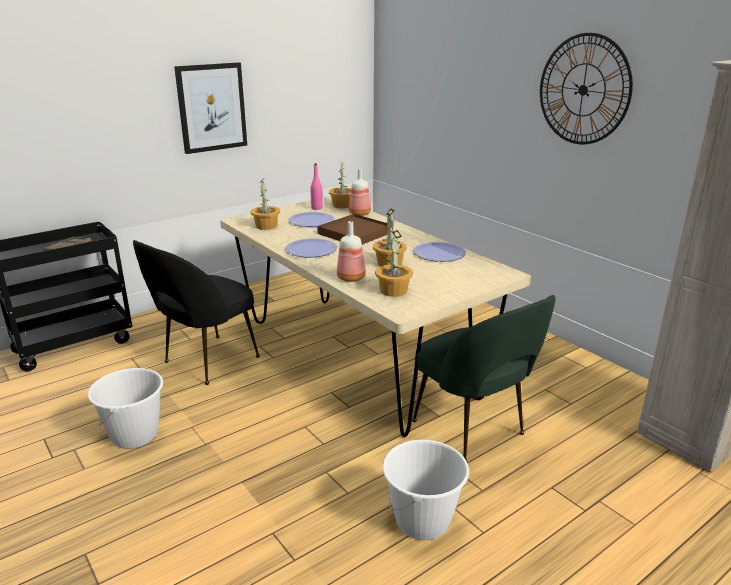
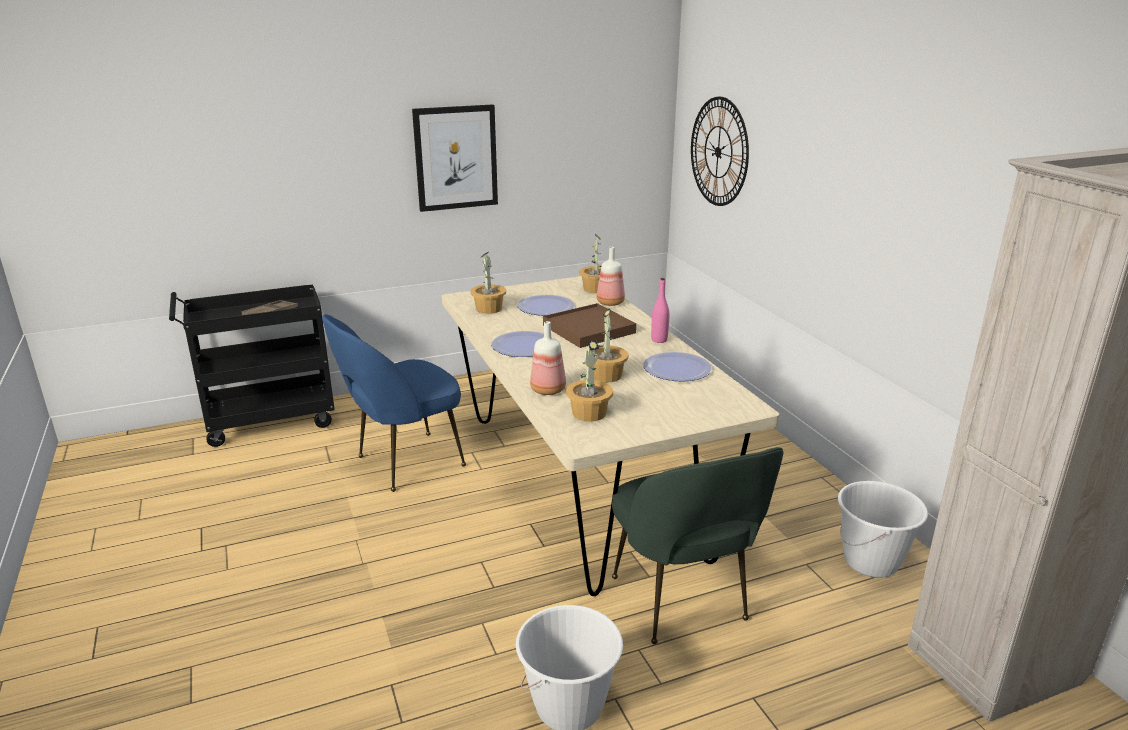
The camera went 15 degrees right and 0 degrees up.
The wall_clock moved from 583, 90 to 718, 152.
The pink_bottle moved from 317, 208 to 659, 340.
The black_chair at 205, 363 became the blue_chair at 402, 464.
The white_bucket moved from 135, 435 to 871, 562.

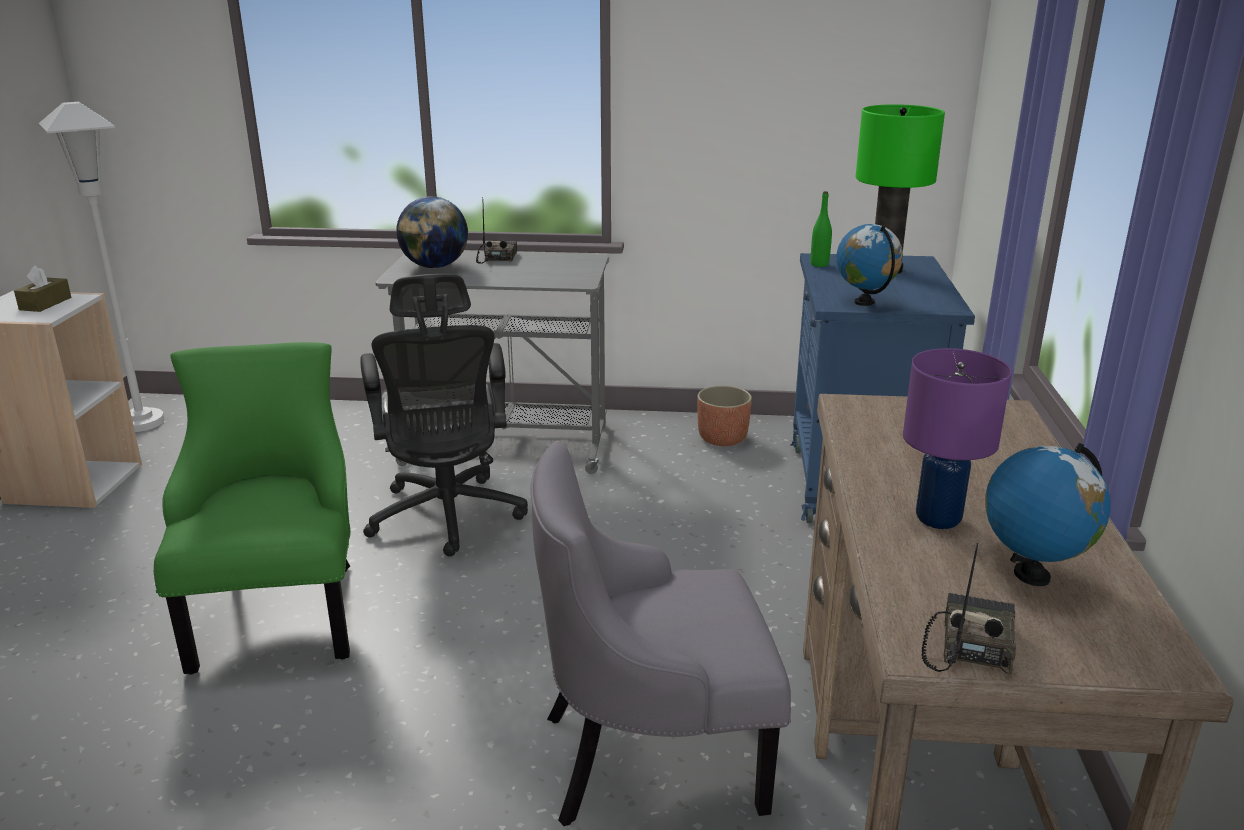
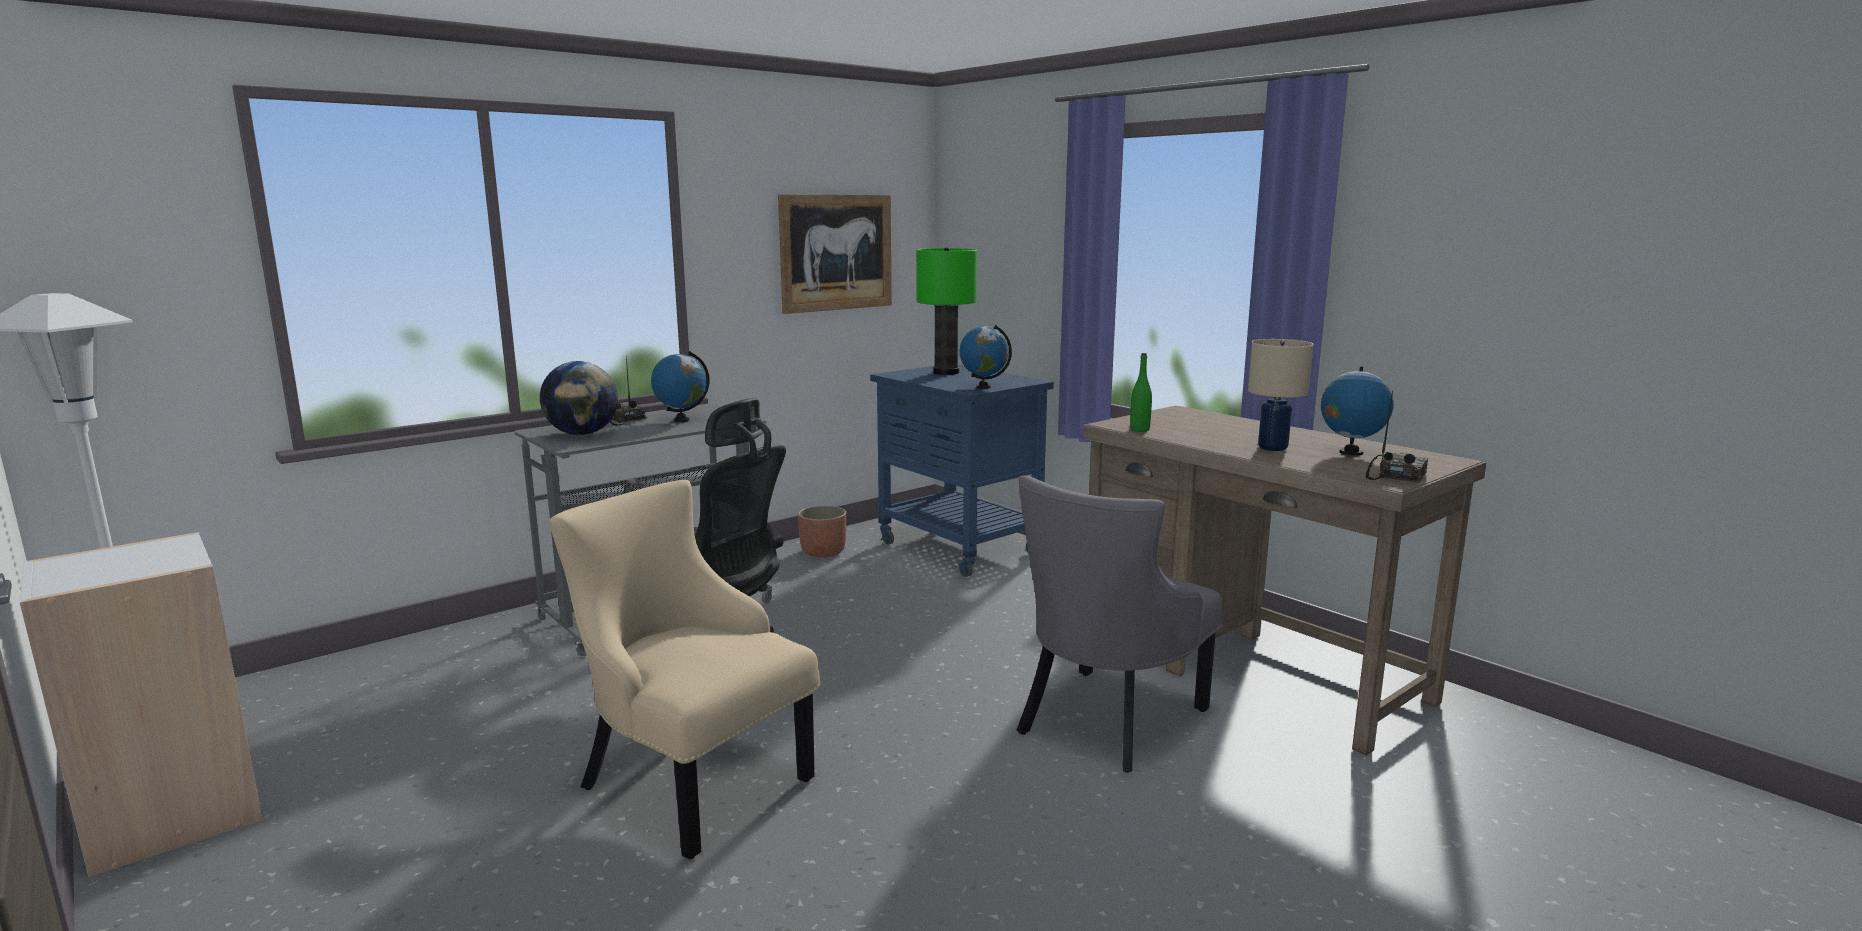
The camera went 45 degrees left and 10 degrees down.
The green_bottle moved from 819, 264 to 1139, 430.
The brown_tissue_box at 45, 303 disappeared.
The green_chair at 280, 619 became the beige_chair at 696, 788.
The purple_table_lamp at 939, 519 became the beige_table_lamp at 1272, 448.
The radio at 968, 645 turned 60 degrees clockwise.
The picture at 836, 252 appeared.
The globe at 681, 420 appeared.

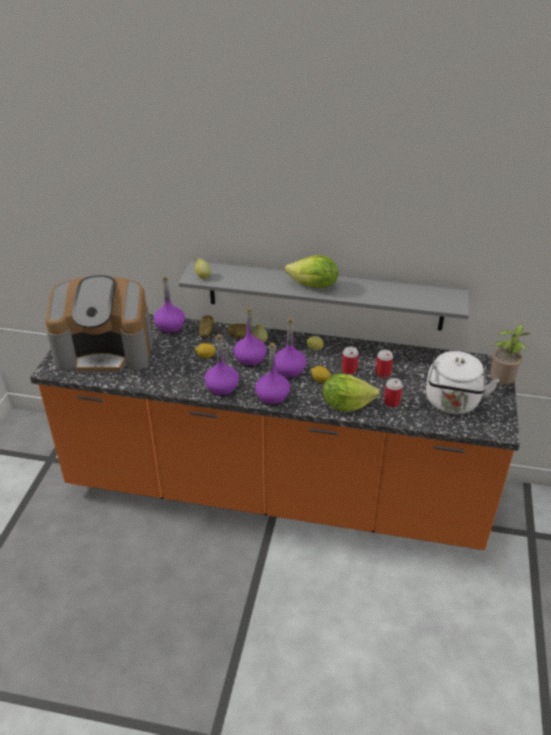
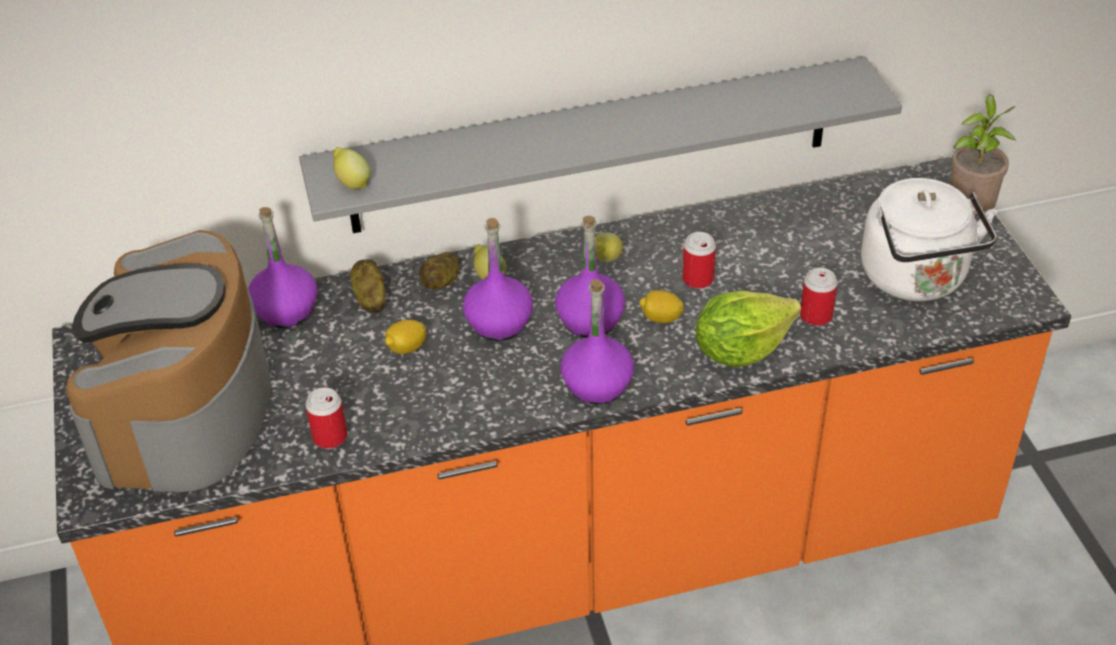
The camera went 25 degrees left and 5 degrees up.
The lettuce at 313, 286 disappeared.
The coffee_machine at 106, 350 turned 120 degrees clockwise.
The purple_bottle at 222, 388 disappeared.
The can moved from 383, 373 to 330, 437.

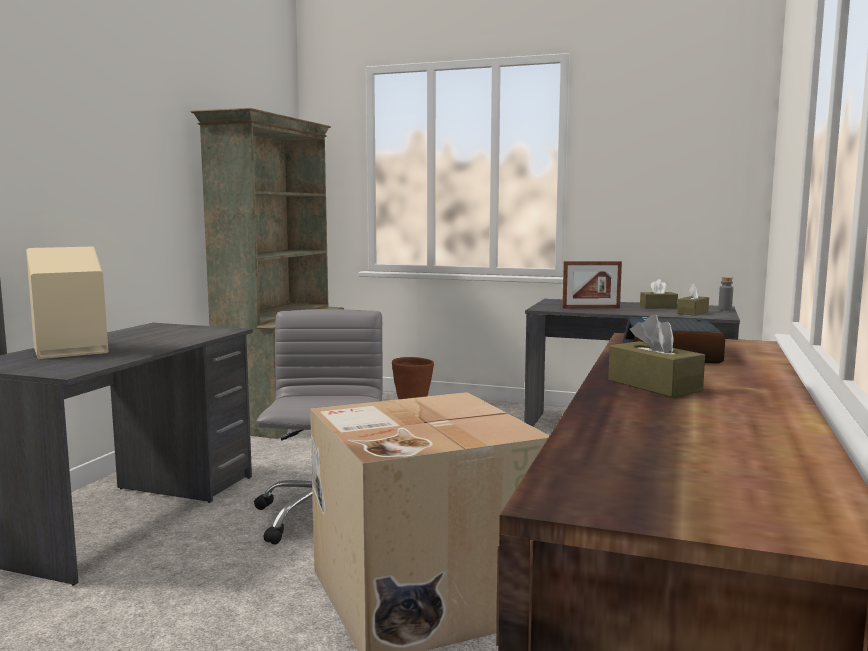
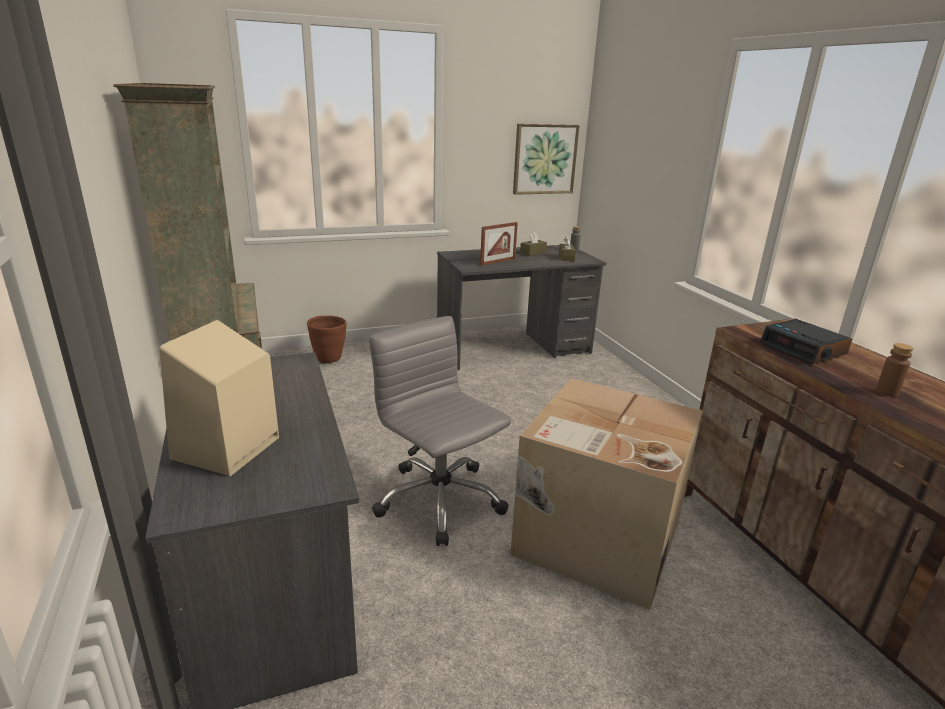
The camera went 40 degrees left and 15 degrees up.
The brown_tissue_box at 654, 385 was replaced by the brown_bottle at 886, 392.
The picture at 544, 159 appeared.

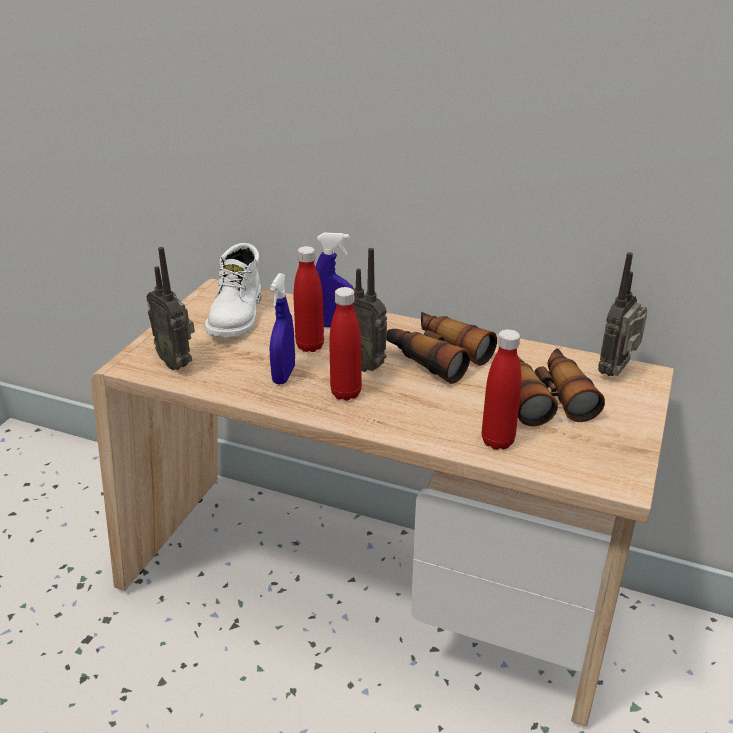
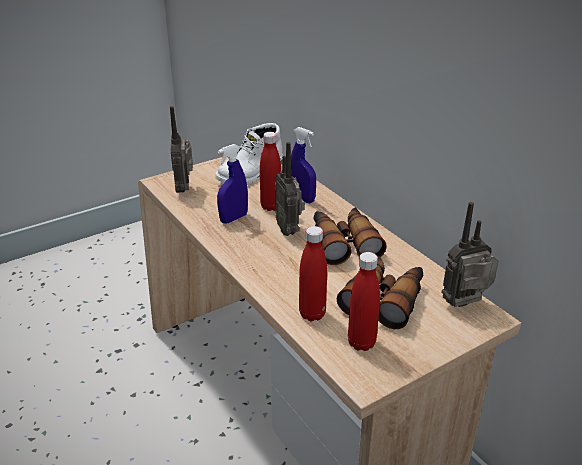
The camera went 35 degrees right and 0 degrees up.
The red_bottle moved from 346, 393 to 361, 343.

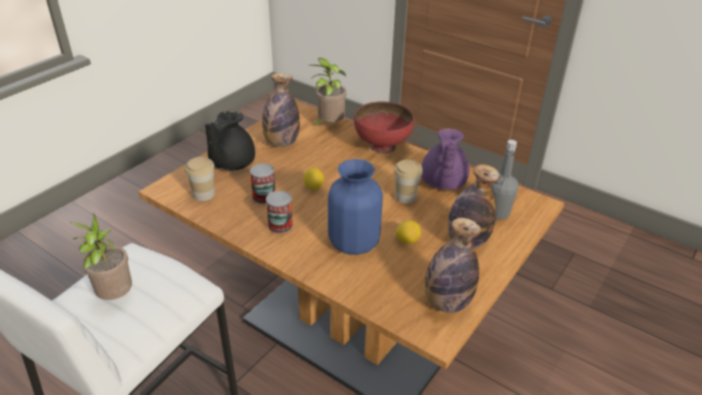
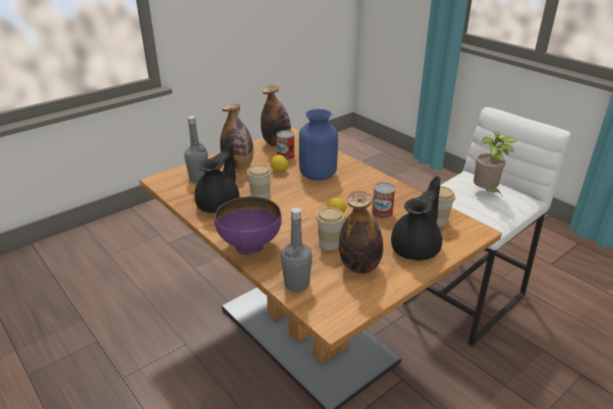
The camera went 165 degrees left and 5 degrees down.
The potted_plant at 329, 125 was replaced by the grey_bottle at 296, 284.
The red_bowl at 382, 146 became the purple_bowl at 250, 246.
The purple_teapot at 442, 183 became the black_teapot at 220, 204.
The can moved from 280, 225 to 285, 156.
The cup at 329, 244 appeared.

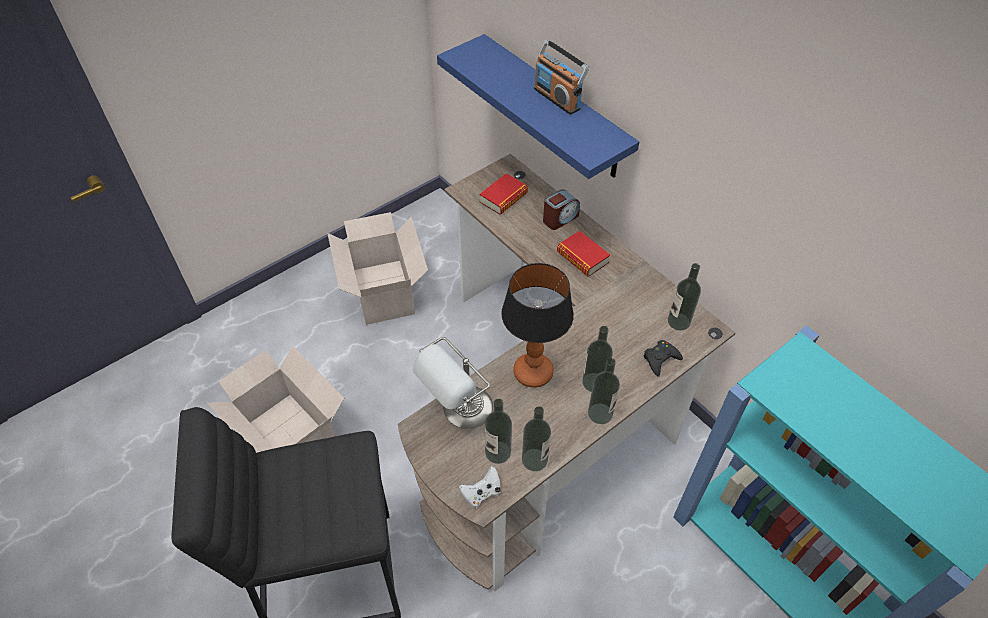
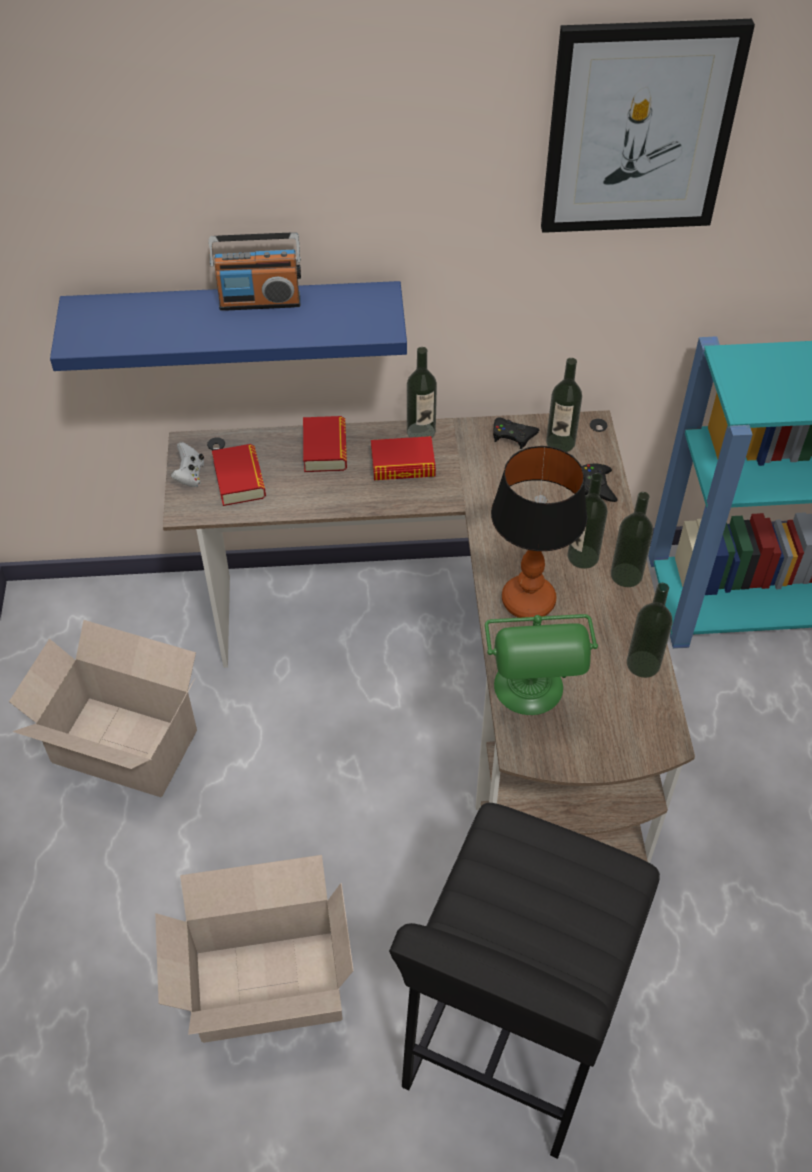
The camera went 55 degrees left and 0 degrees up.
The alarm_clock at 560, 218 was replaced by the book at 325, 449.
The white_table_lamp at 460, 413 became the green_table_lamp at 532, 698.
The bottle moved from 498, 452 to 421, 431.
The white_game_controller moved from 481, 493 to 190, 475.
The picture at 639, 129 appeared.
The black_game_controller at 513, 435 appeared.

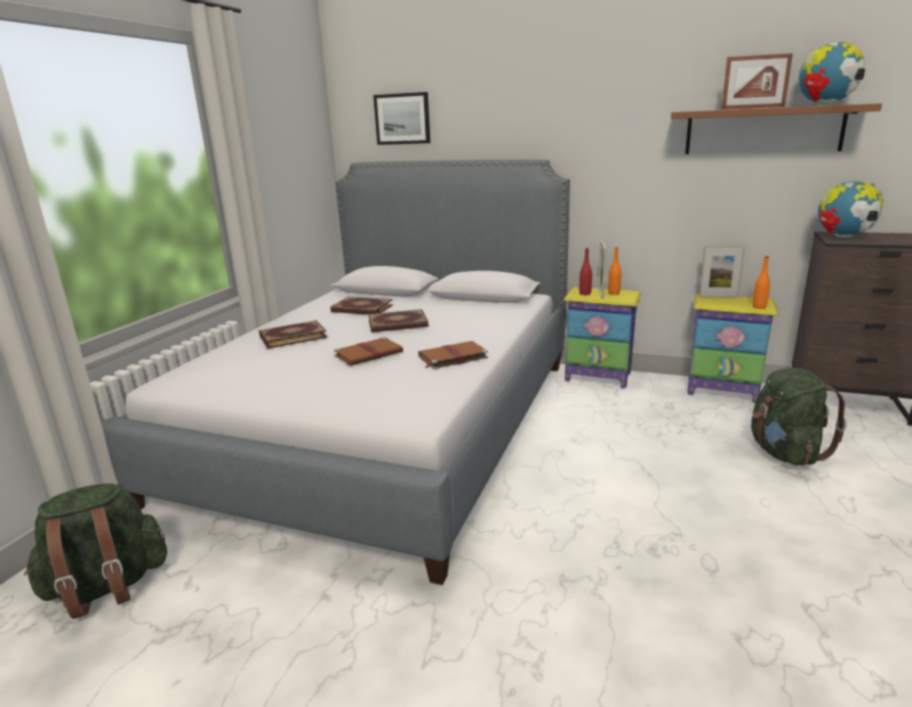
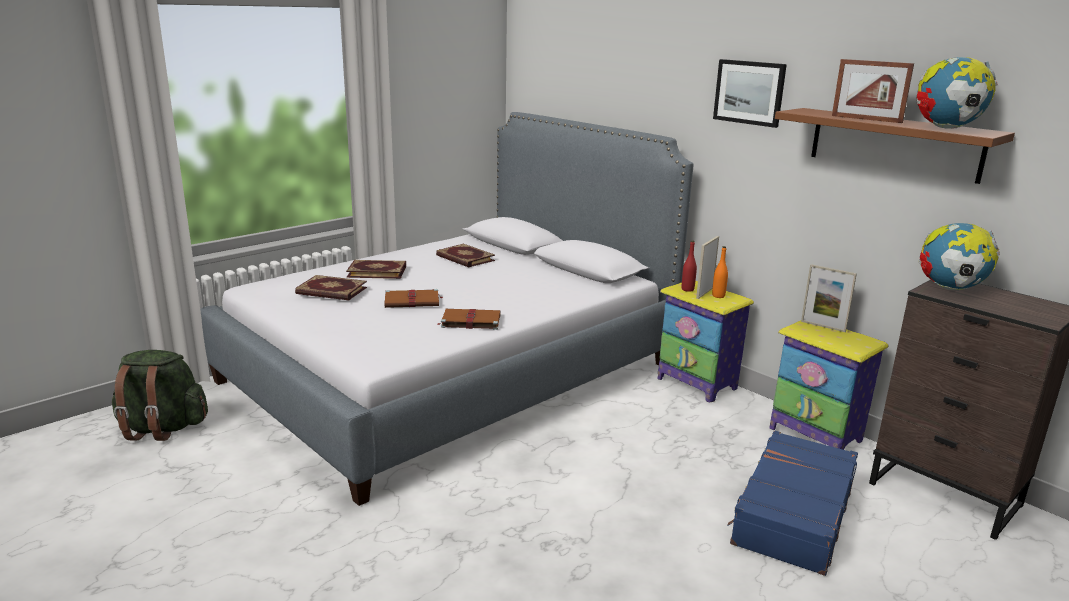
The camera went 25 degrees right and 0 degrees up.
The picture moved from 402, 119 to 749, 92.
The orange_bottle at 759, 307 disappeared.
The book moved from 398, 324 to 331, 291.
The green_backpack at 784, 453 was replaced by the blue_suitcase at 792, 514.

